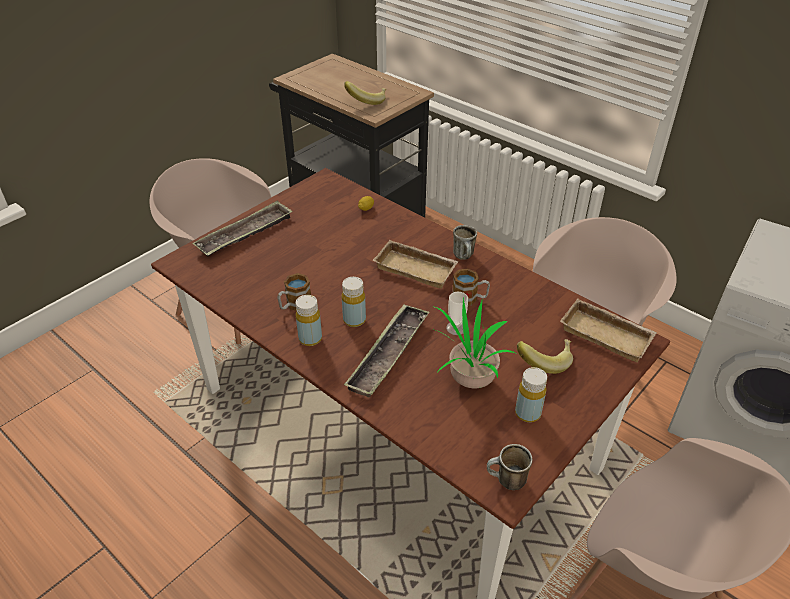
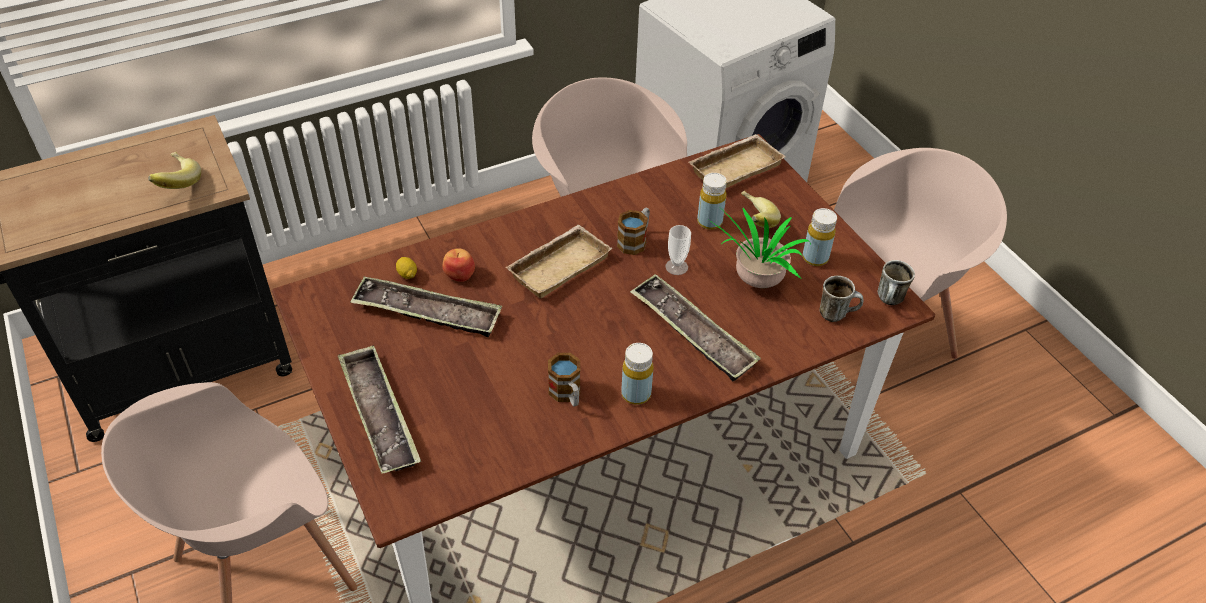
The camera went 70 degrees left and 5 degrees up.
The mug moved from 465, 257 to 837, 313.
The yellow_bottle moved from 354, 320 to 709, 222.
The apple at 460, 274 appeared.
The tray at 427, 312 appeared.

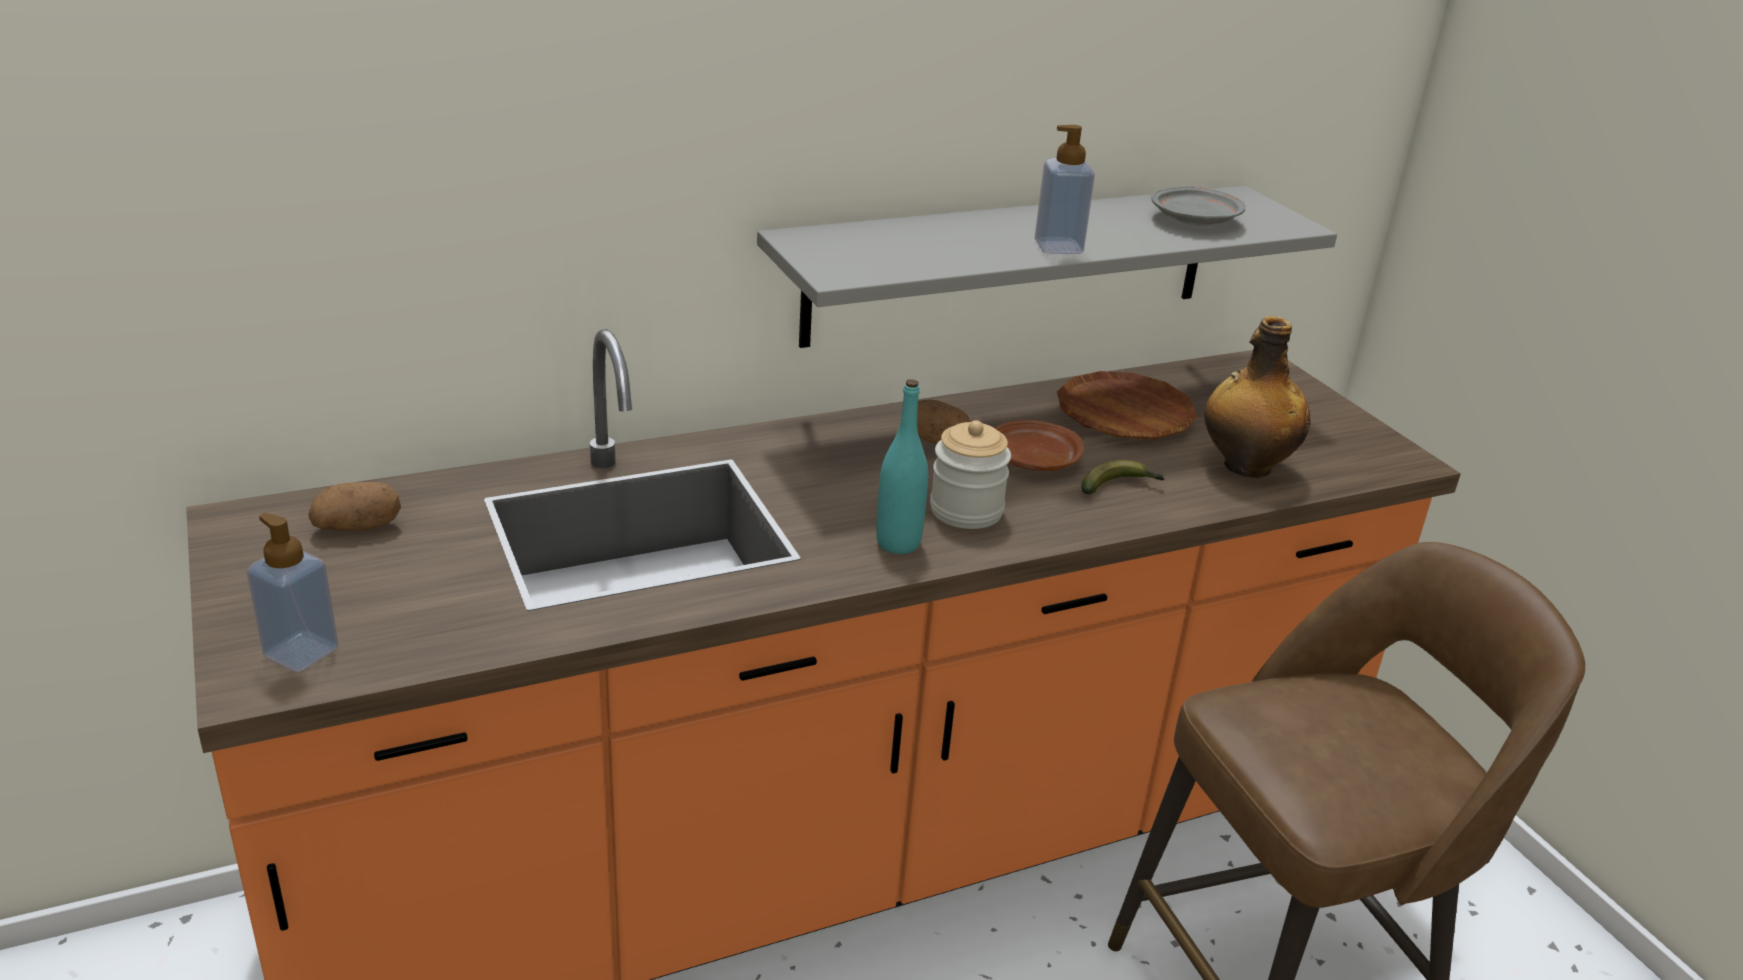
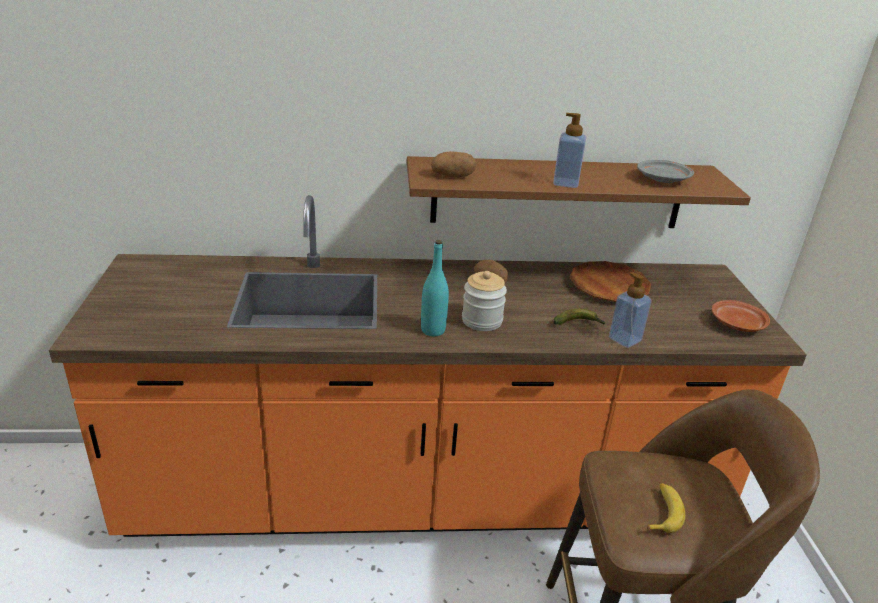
The camera went 20 degrees right and 0 degrees up.
The grey_shelf at 1012, 264 became the brown_shelf at 558, 193.
The bottle at 1245, 466 disappeared.
The brown_plate moved from 1033, 460 to 736, 324.
The potato moved from 358, 527 to 452, 176.
The soap_dispenser moved from 301, 652 to 625, 339.
The banana at 663, 512 appeared.

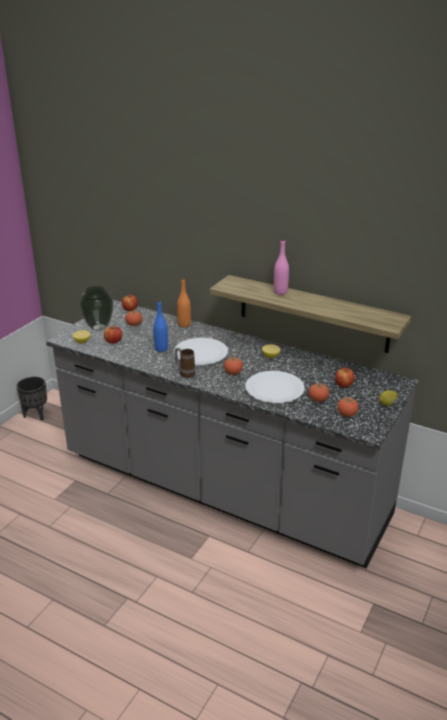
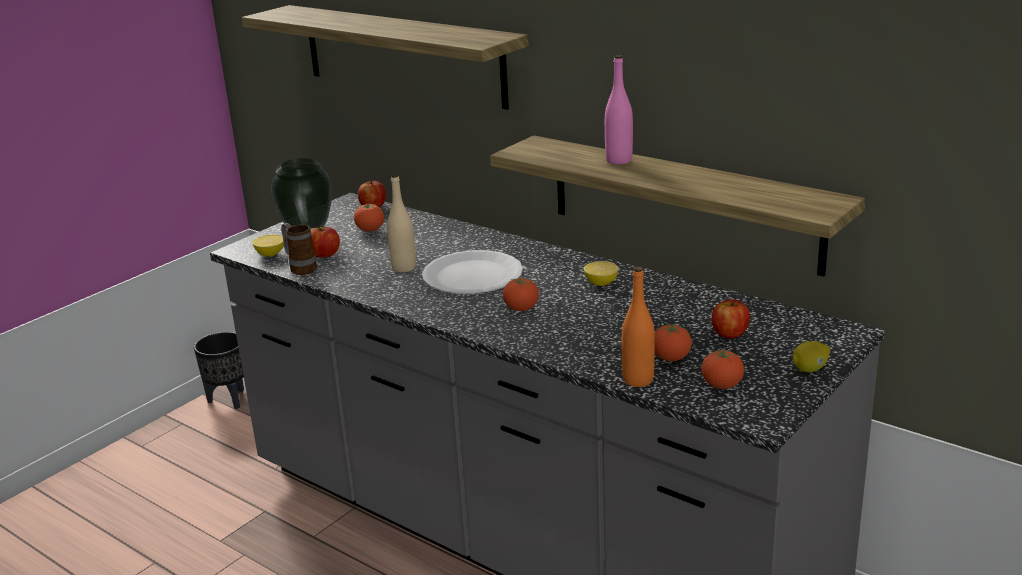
The camera went 10 degrees right and 5 degrees down.
The orange_bottle moved from 184, 324 to 638, 380.
The blue_bottle at 161, 349 became the beige_bottle at 404, 267.
The mug moved from 185, 373 to 300, 268.
The white_plate at 274, 389 disappeared.
The shelf at 402, 55 appeared.

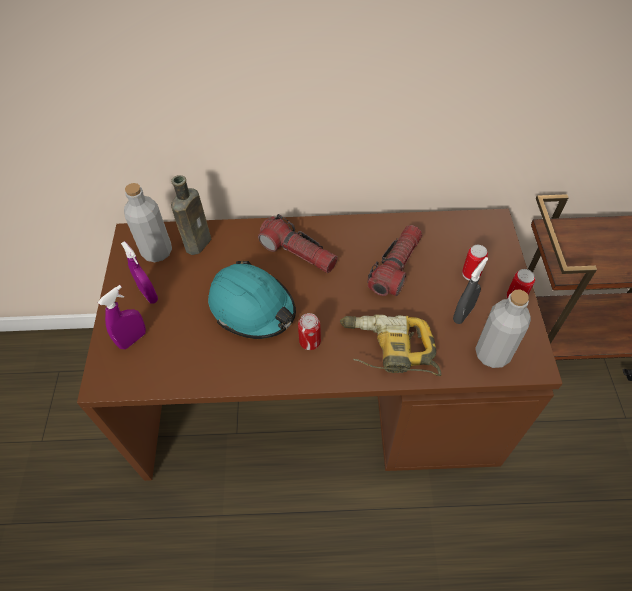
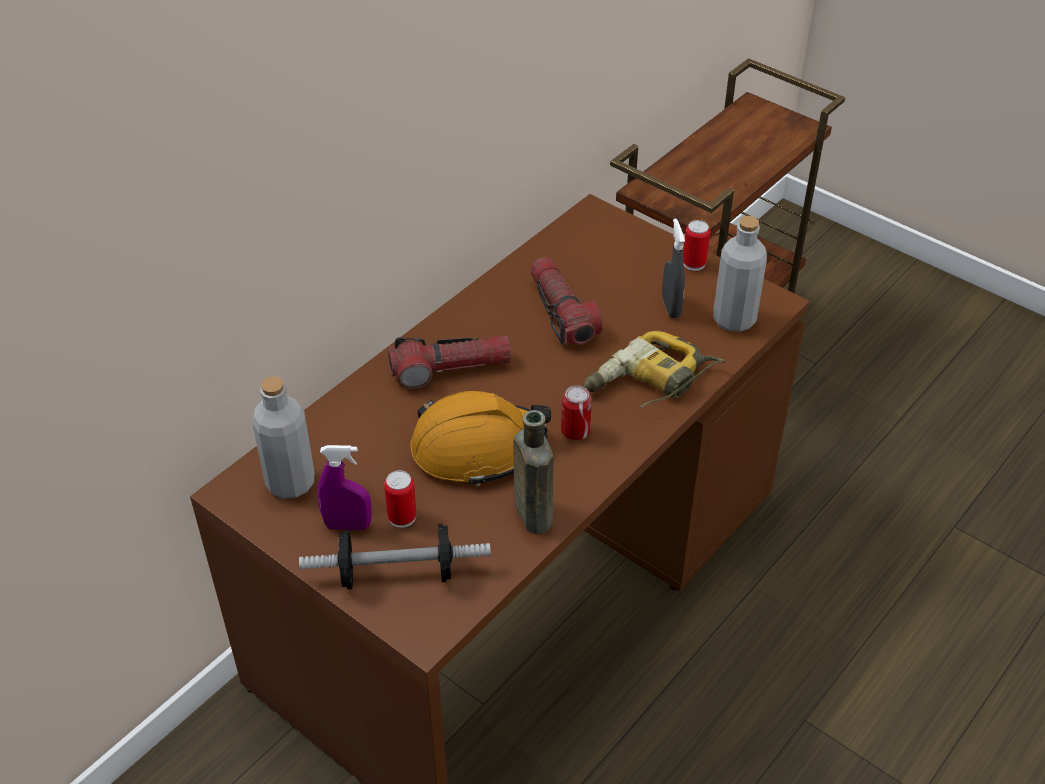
The camera went 50 degrees left and 10 degrees down.
The brown_bottle moved from 199, 241 to 532, 512.
The can moved from 471, 274 to 402, 517.
The turquoise_hard_hat at 252, 307 became the orange_hard_hat at 478, 448.
The purple_spray_bottle at 133, 339 was replaced by the dumbbell at 397, 574.

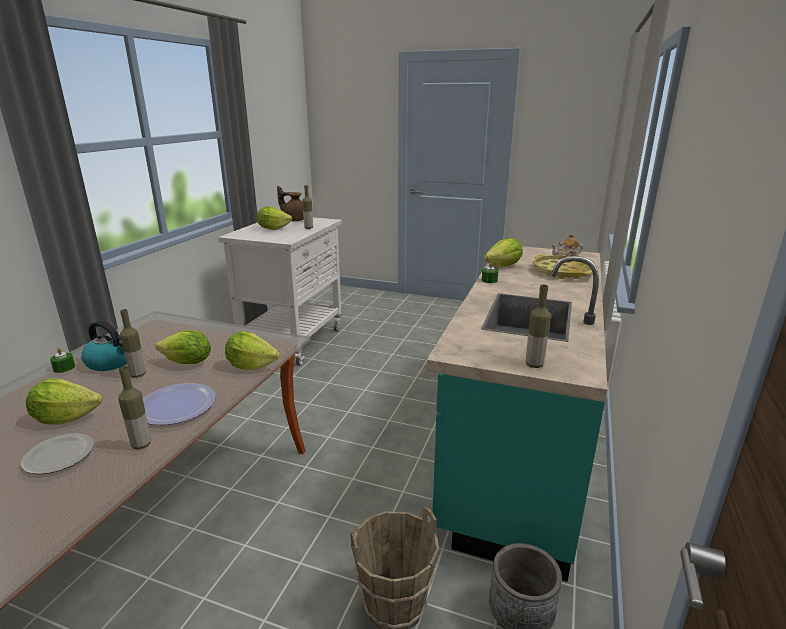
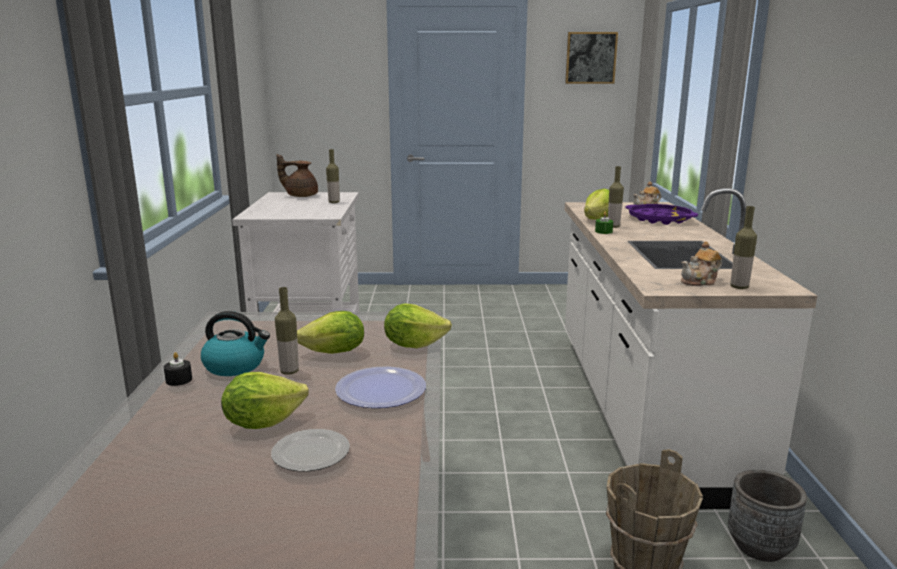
The camera went 20 degrees left and 5 degrees down.
The lettuce at 273, 228 disappeared.
The turquoise_counter at 517, 443 became the white_counter at 643, 407.
The yellow_tray at 562, 272 became the purple_tray at 660, 219.
The green_candle at 64, 368 became the black_candle at 179, 380.
The bottle moved from 141, 444 to 613, 226.
The picture at 591, 58 appeared.
The teapot at 700, 282 appeared.

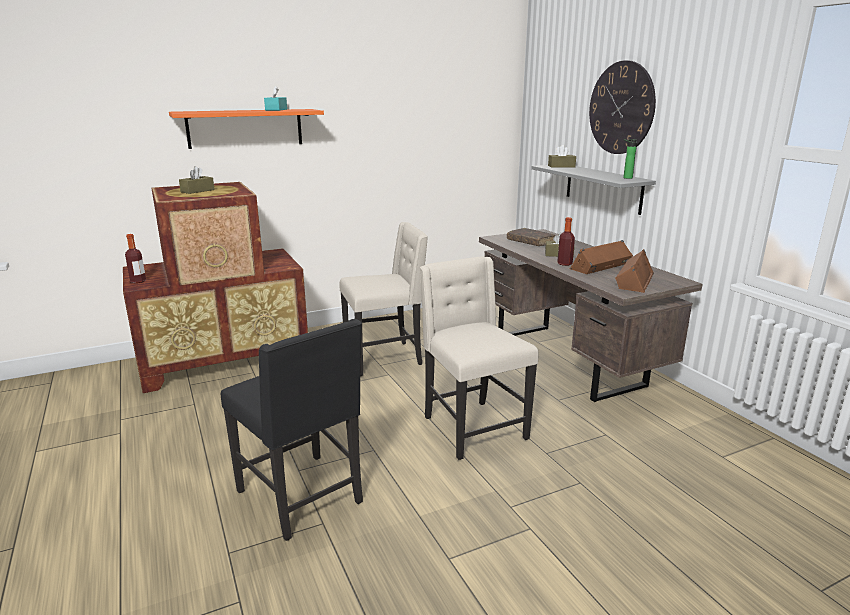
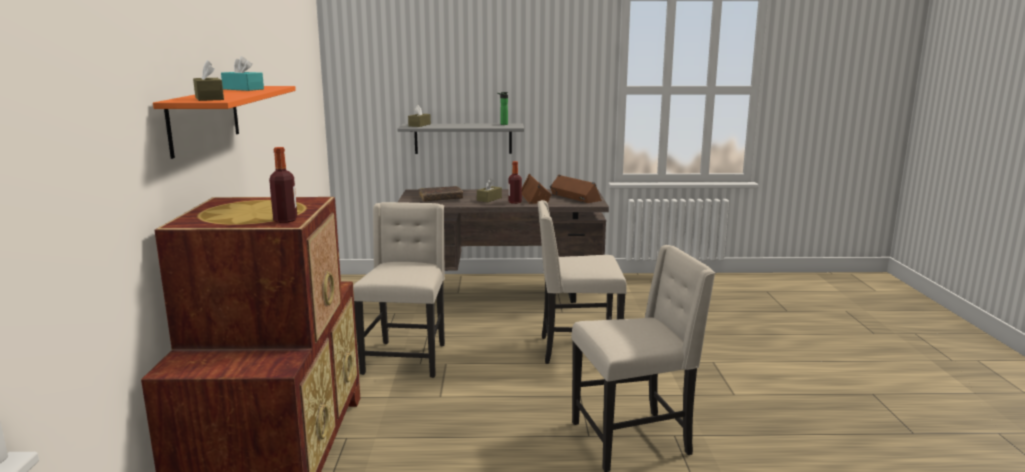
The camera went 65 degrees left and 5 degrees down.
The wall_clock at 621, 108 disappeared.
The brown_tissue_box moved from 197, 191 to 209, 98.
The bottle moved from 138, 281 to 285, 220.
The black_chair at 303, 497 became the beige_chair at 633, 439.

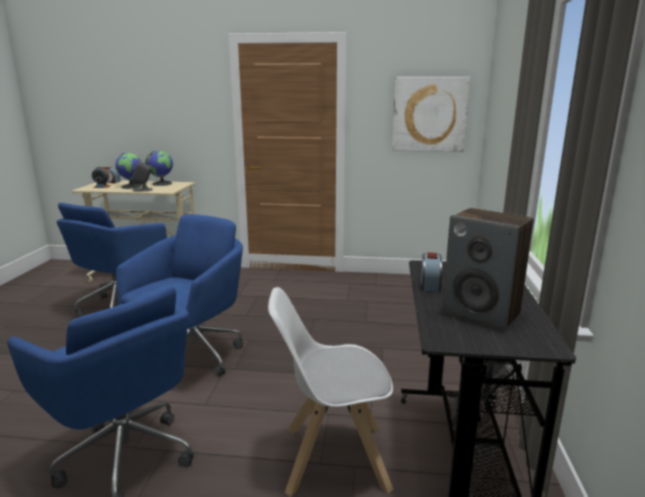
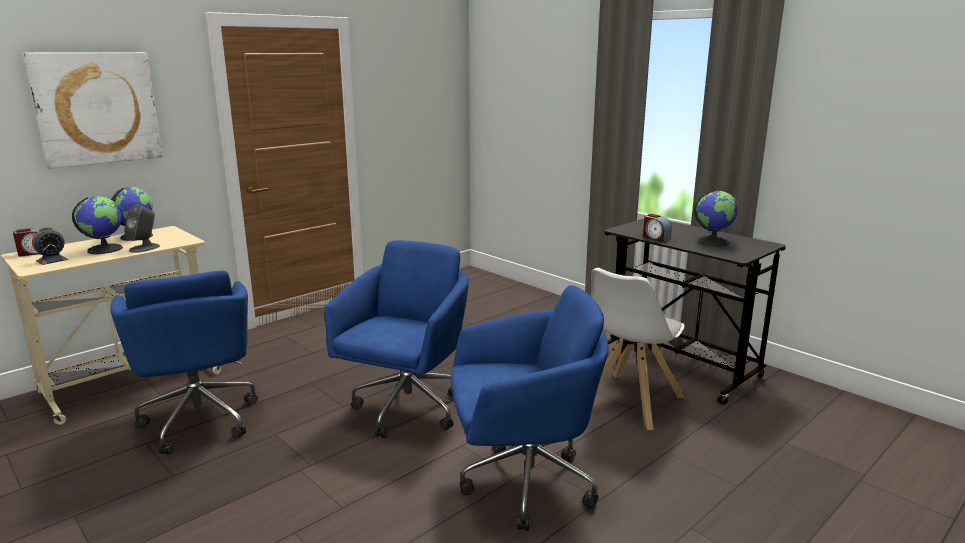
The camera went 50 degrees left and 0 degrees up.
The picture moved from 429, 114 to 96, 108.
The speaker at 482, 313 was replaced by the globe at 713, 241.
The blue_office_chair at 192, 359 turned 45 degrees clockwise.

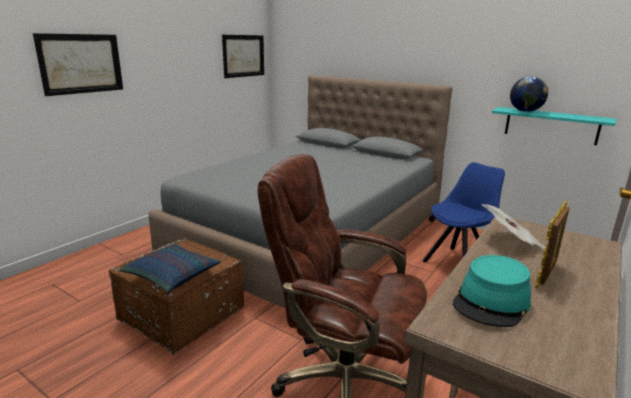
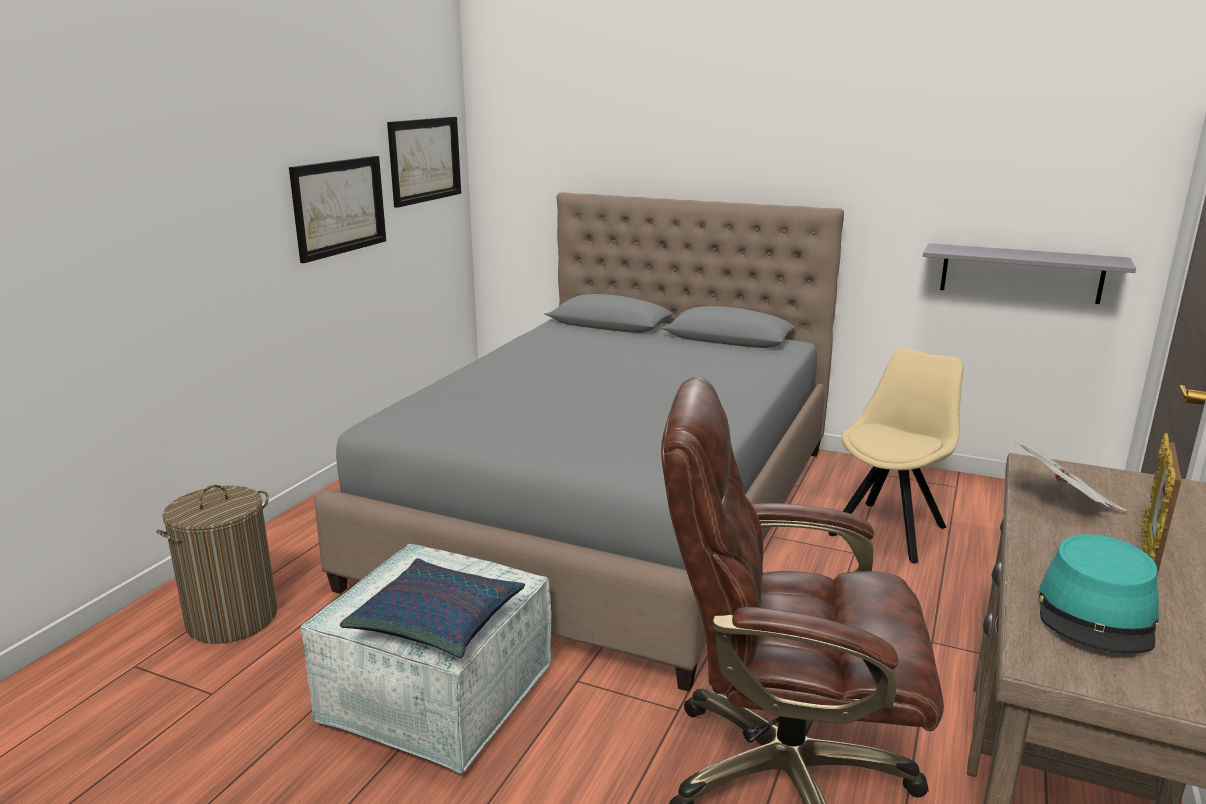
The camera went 10 degrees left and 0 degrees up.
The picture moved from 81, 63 to 339, 207.
The globe at 525, 111 disappeared.
The turquoise_shelf at 551, 125 became the grey_shelf at 1021, 273.
The blue_chair at 457, 263 became the beige_chair at 889, 531.
The brown_ottoman at 182, 317 became the white_ottoman at 438, 698.
The laundry_basket at 232, 618 appeared.

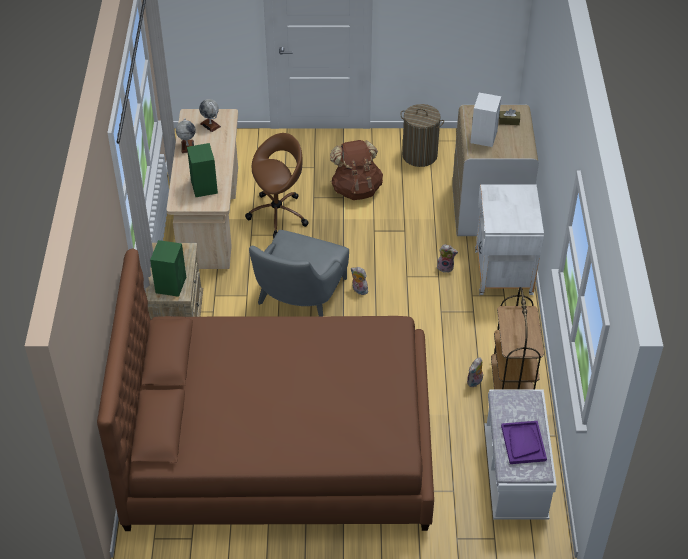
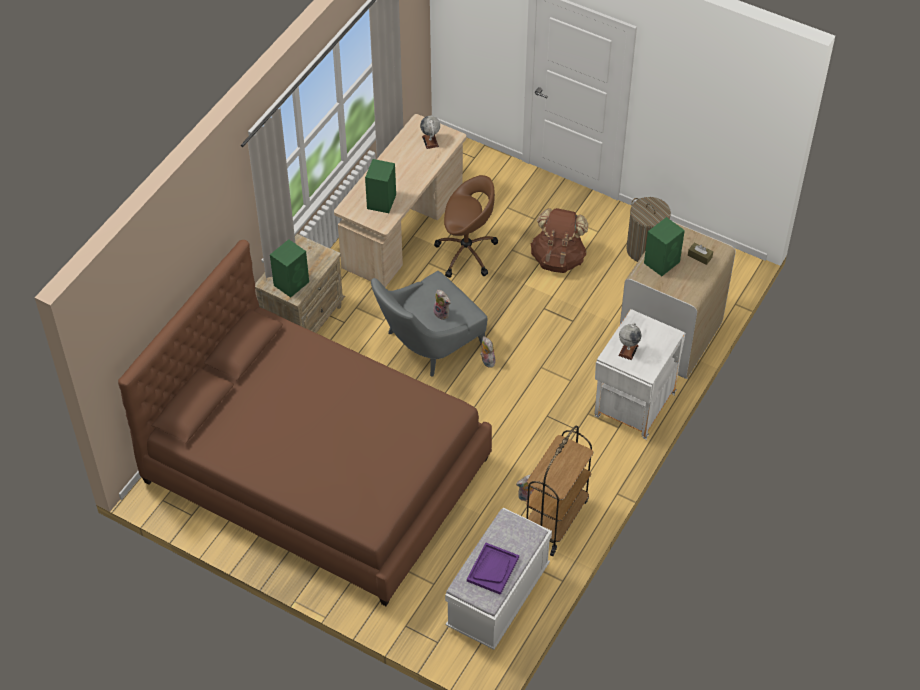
The camera went 30 degrees right and 5 degrees up.
The white_speaker at 484, 136 became the green_speaker at 662, 262.
The globe moved from 187, 146 to 628, 350.
The plush_toy moved from 446, 267 to 442, 313.

